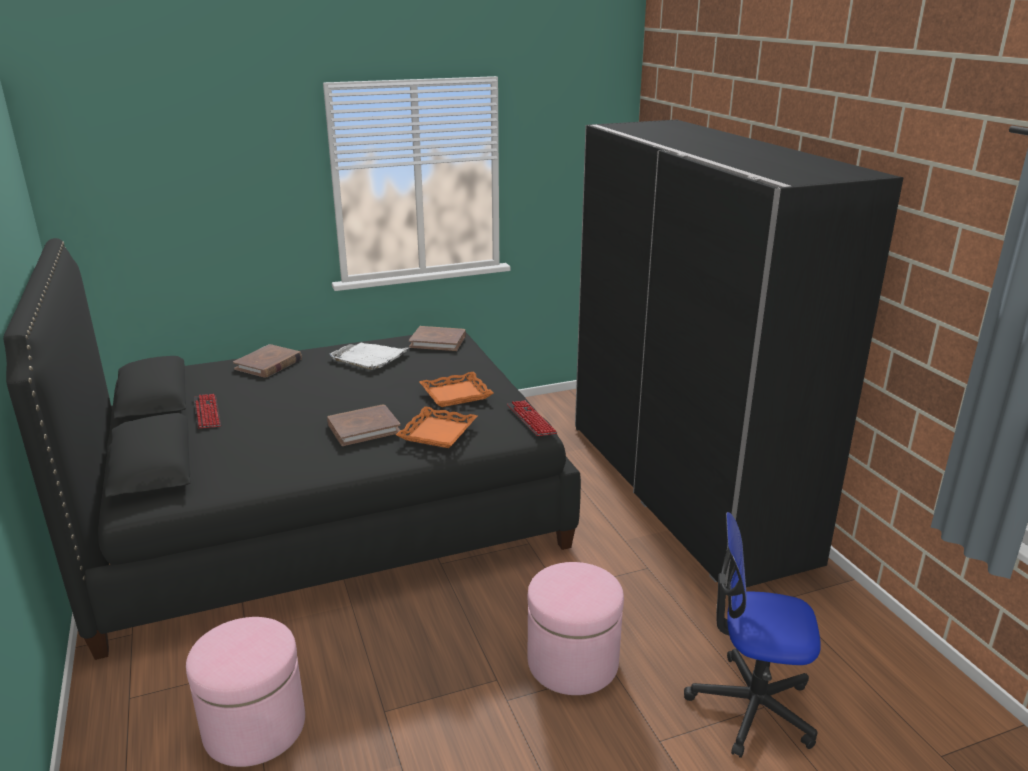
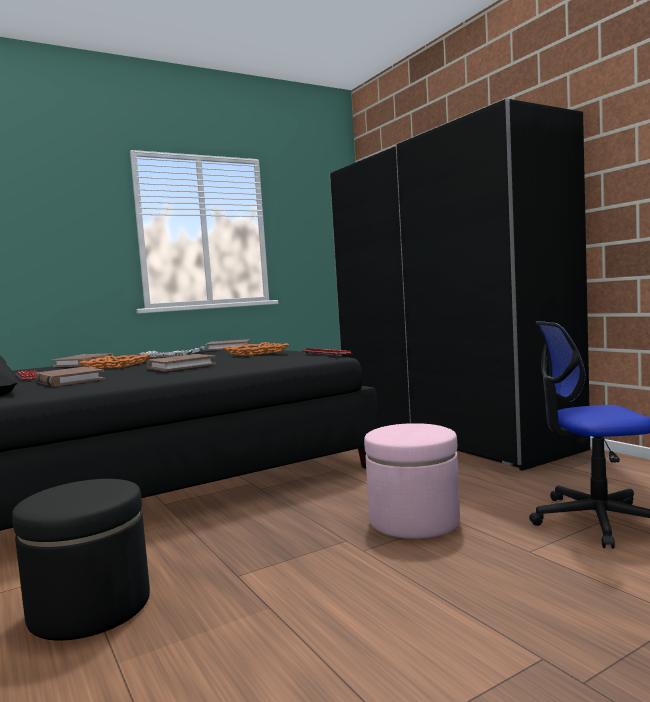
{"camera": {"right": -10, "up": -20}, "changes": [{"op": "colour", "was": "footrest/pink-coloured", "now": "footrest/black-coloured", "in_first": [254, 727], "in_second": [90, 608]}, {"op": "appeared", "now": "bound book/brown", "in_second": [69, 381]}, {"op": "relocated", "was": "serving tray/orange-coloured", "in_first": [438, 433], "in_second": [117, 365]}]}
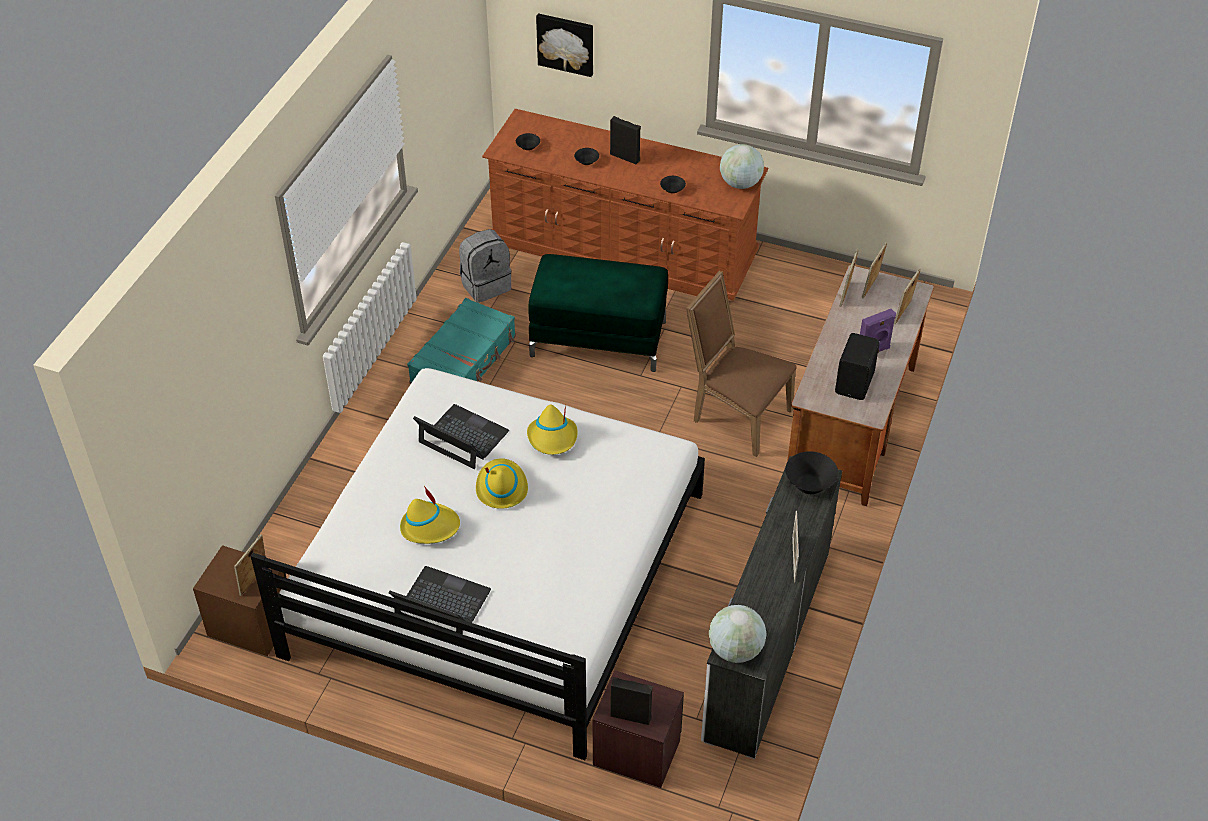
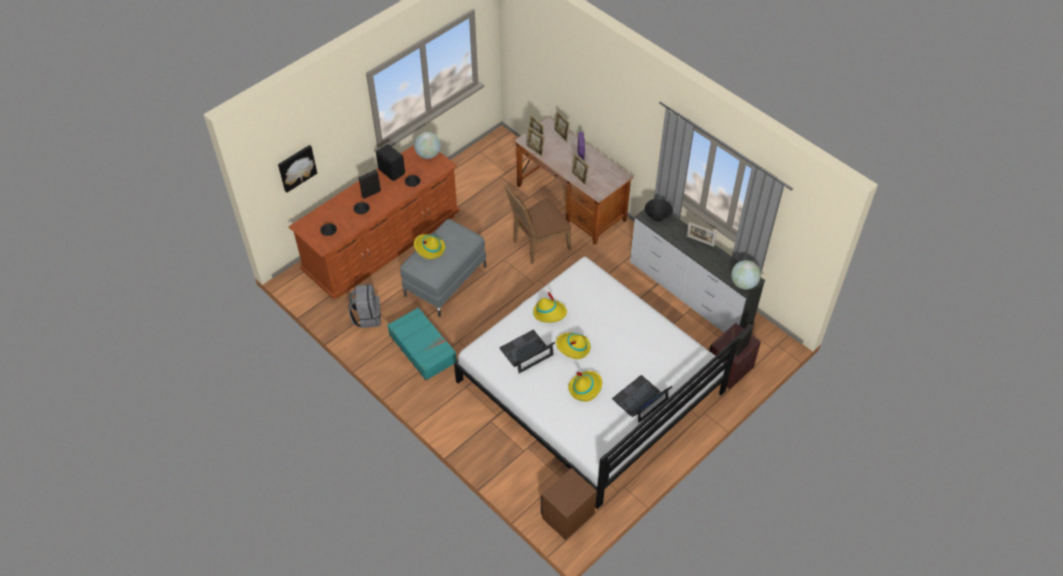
{"camera": {"right": -65, "up": 5}, "changes": [{"op": "relocated", "was": "audio speaker/black-coloured", "in_first": [855, 383], "in_second": [392, 171]}, {"op": "colour", "was": "footrest/green-coloured", "now": "footrest/grey", "in_first": [599, 338], "in_second": [445, 280]}, {"op": "appeared", "now": "clothing hat/yellow-coloured", "in_second": [429, 248]}, {"op": "relocated", "was": "photo frame", "in_first": [254, 581], "in_second": [579, 178]}]}
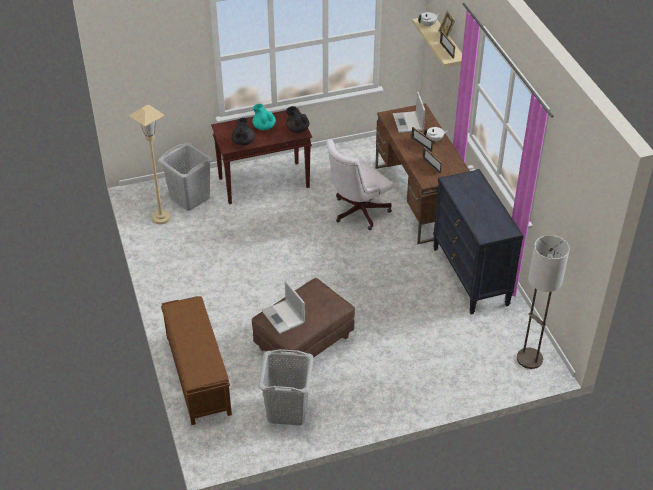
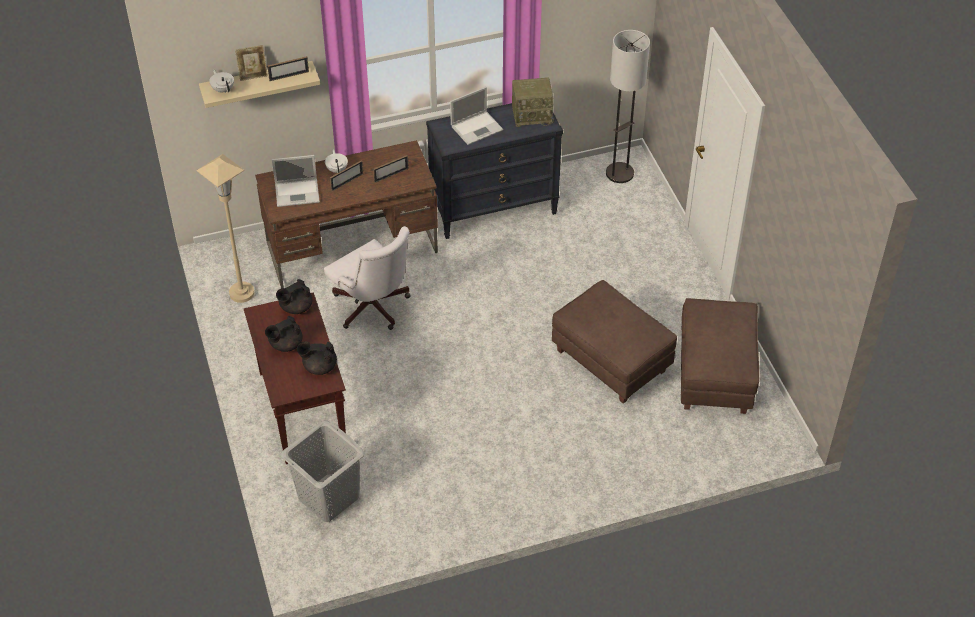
{"camera": {"right": -90, "up": 5}, "changes": [{"op": "relocated", "was": "floor lamp/sand-coloured", "in_first": [161, 218], "in_second": [242, 293]}, {"op": "colour", "was": "tea pot/blue-green", "now": "tea pot/black-coloured", "in_first": [264, 126], "in_second": [285, 344]}, {"op": "relocated", "was": "notebook computer", "in_first": [283, 317], "in_second": [477, 127]}, {"op": "appeared", "now": "radio", "in_second": [532, 115]}, {"op": "exchanged", "was": "laundry basket/grey", "now": "footrest/brown", "in_first": [287, 410], "in_second": [714, 375]}, {"op": "missing", "was": "bench/brown", "in_first": [197, 374]}]}
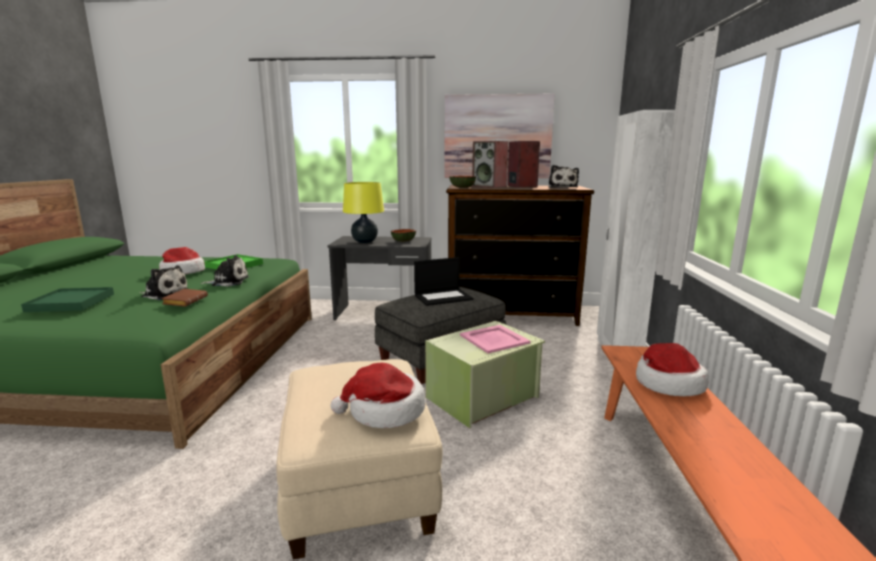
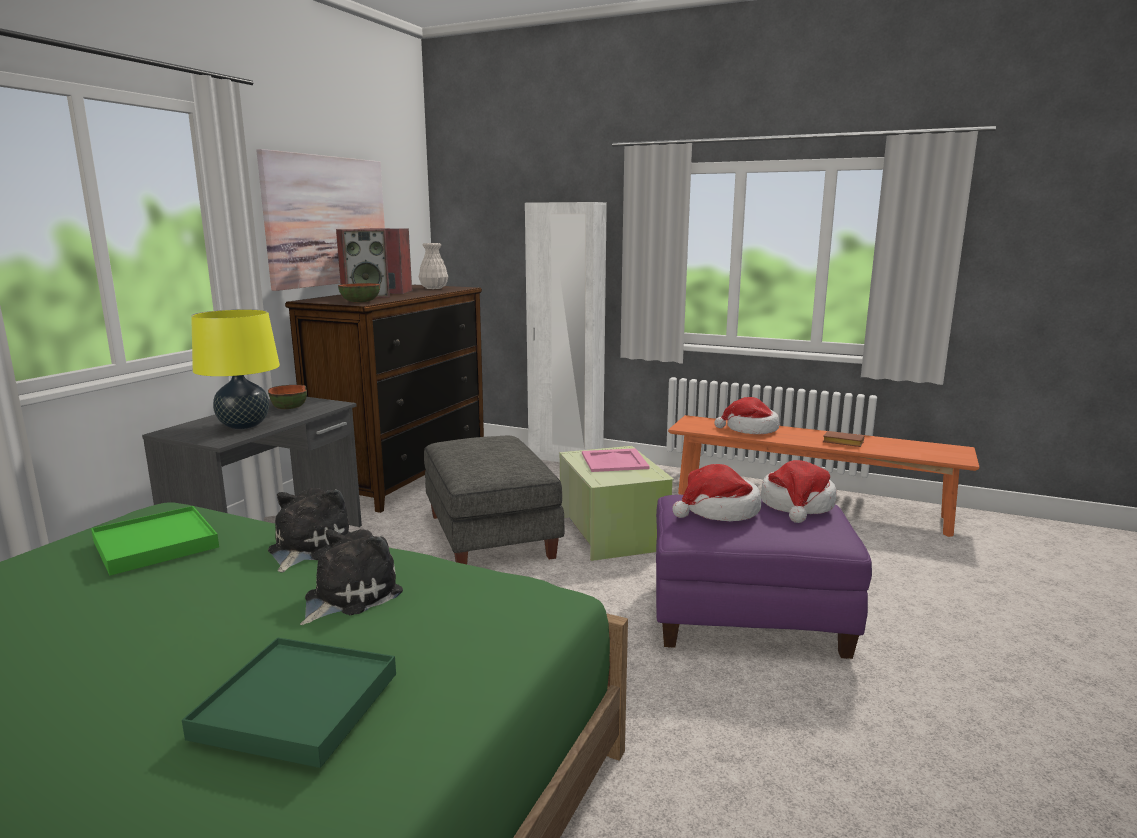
{"camera": {"right": -70, "up": 0}, "changes": [{"op": "exchanged", "was": "soft toy", "now": "decorative vase/white", "in_first": [562, 187], "in_second": [433, 288]}, {"op": "colour", "was": "footrest/sand-coloured", "now": "footrest/purplish", "in_first": [358, 484], "in_second": [746, 618]}, {"op": "relocated", "was": "clothing hat", "in_first": [182, 272], "in_second": [719, 511]}, {"op": "relocated", "was": "bound book/brown", "in_first": [185, 301], "in_second": [841, 443]}, {"op": "missing", "was": "notebook computer", "in_first": [443, 297]}]}
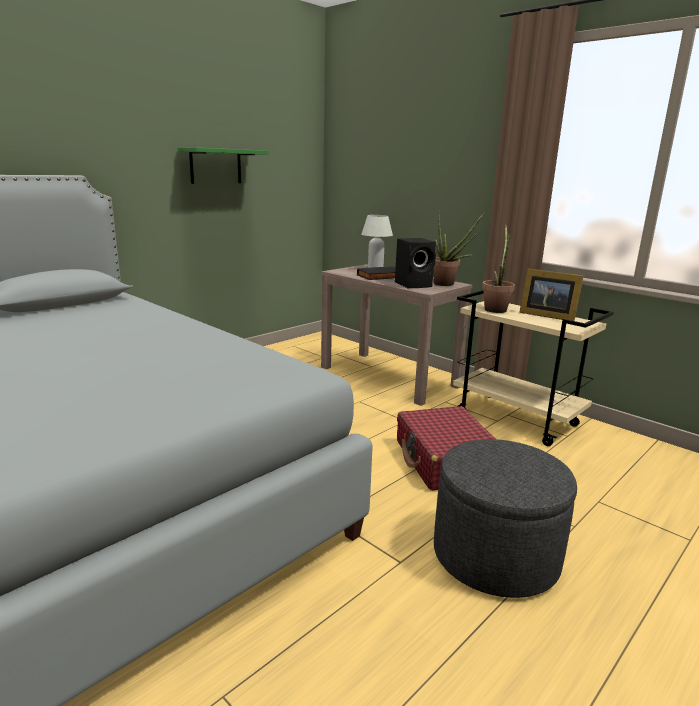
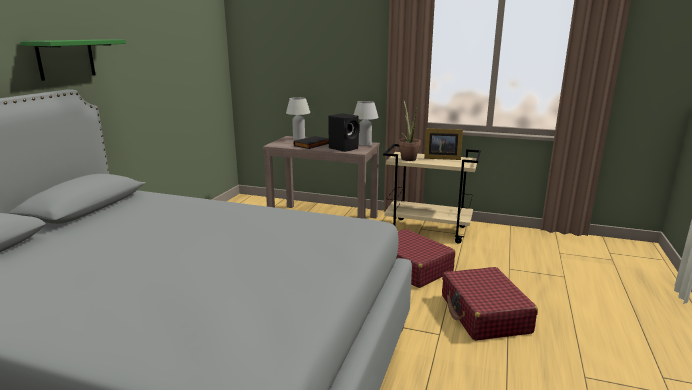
{"camera": {"right": -25, "up": 0}, "changes": [{"op": "relocated", "was": "wall shelf/green-coloured", "in_first": [215, 166], "in_second": [66, 59]}, {"op": "exchanged", "was": "potted plant", "now": "table lamp/white", "in_first": [448, 284], "in_second": [365, 145]}, {"op": "exchanged", "was": "footrest/grey", "now": "travel case/red-coloured", "in_first": [495, 555], "in_second": [484, 314]}]}
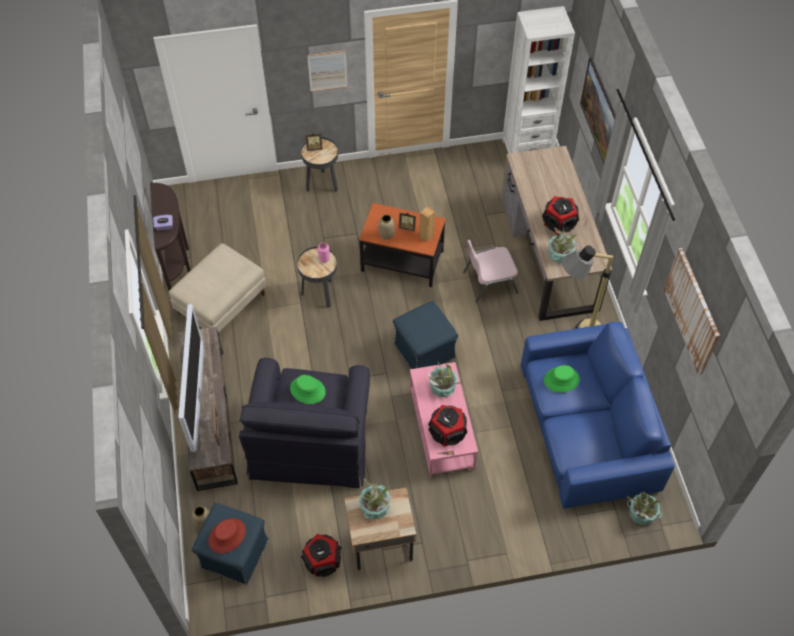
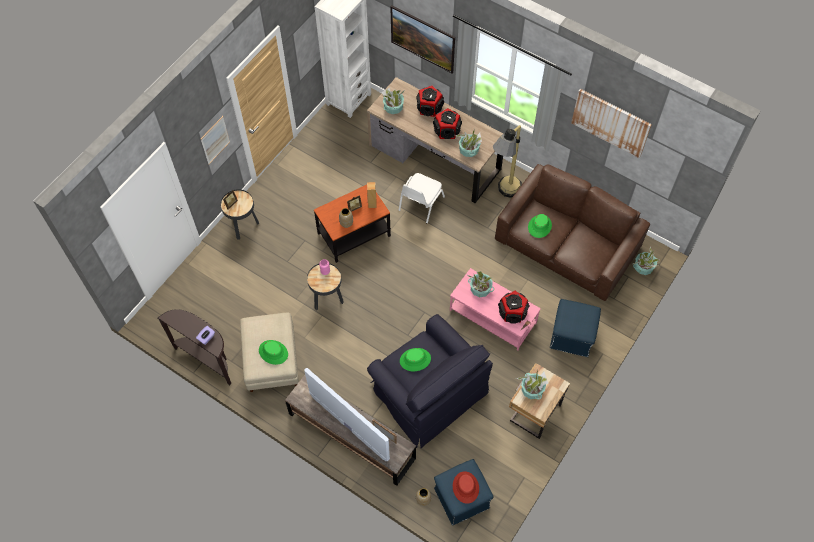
{"camera": {"right": -45, "up": 5}, "changes": [{"op": "appeared", "now": "clothing hat/green-coloured", "in_second": [273, 352]}, {"op": "appeared", "now": "potted plant", "in_second": [393, 107]}, {"op": "colour", "was": "plain chair/pink-coloured", "now": "plain chair/white", "in_first": [489, 282], "in_second": [420, 204]}, {"op": "relocated", "was": "audio speaker", "in_first": [323, 561], "in_second": [429, 108]}, {"op": "colour", "was": "couch/bluish", "now": "couch/brown", "in_first": [587, 427], "in_second": [567, 244]}, {"op": "relocated", "was": "footrest/bluish", "in_first": [424, 350], "in_second": [571, 336]}]}
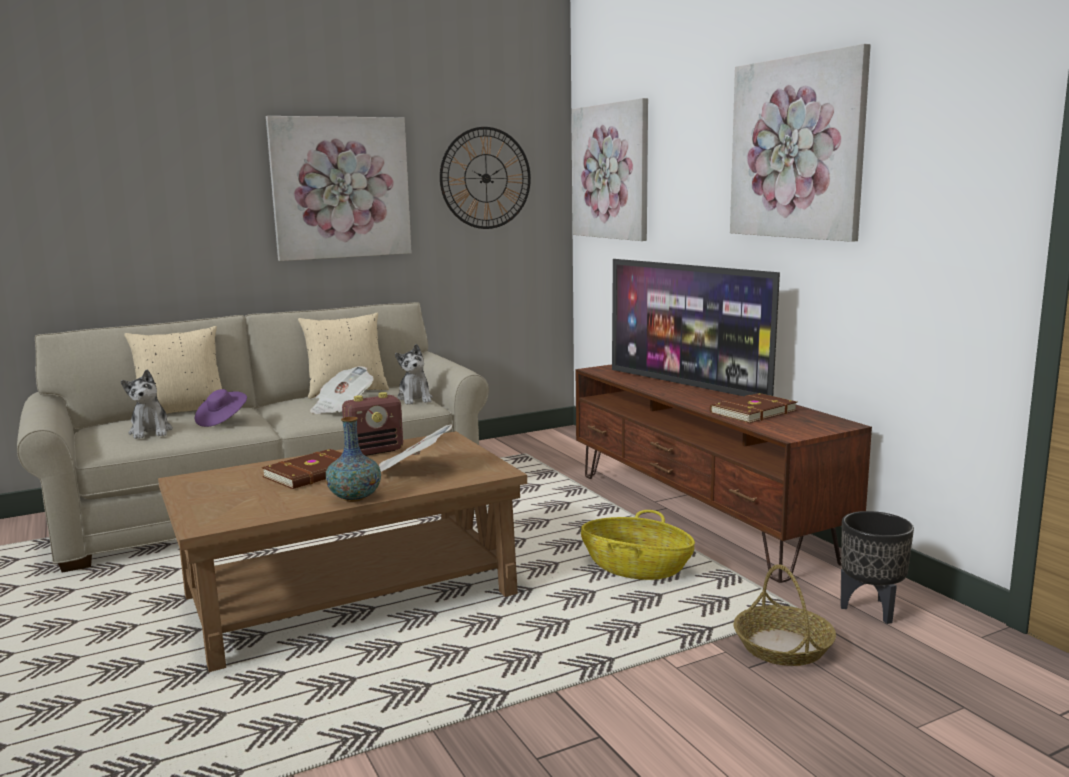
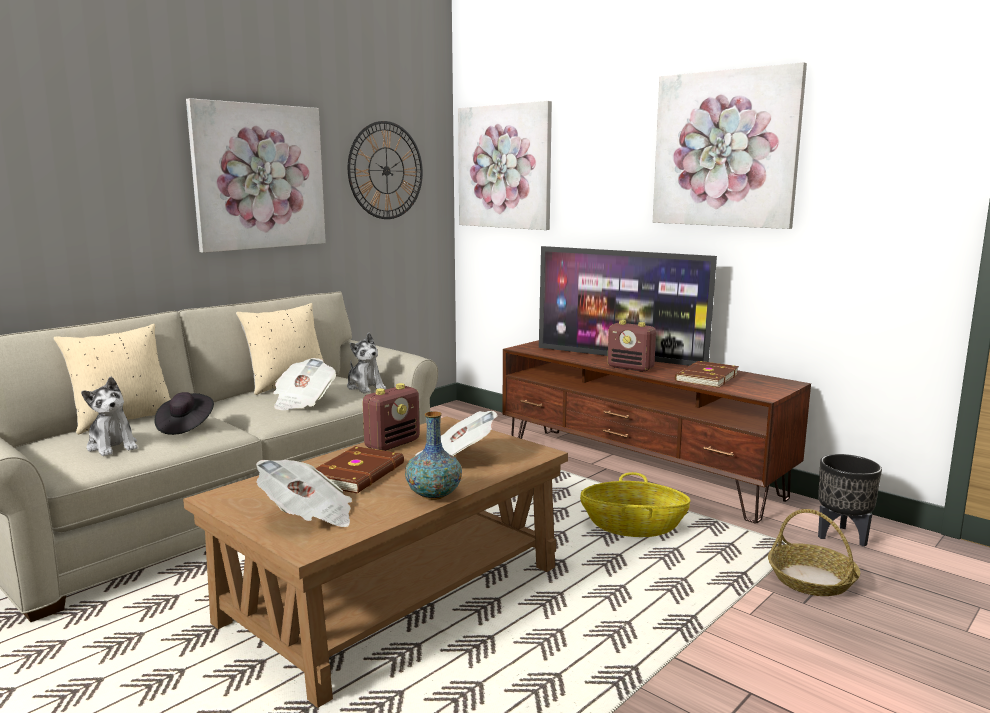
{"camera": {"right": -20, "up": 0}, "changes": [{"op": "colour", "was": "clothing hat/purplish", "now": "clothing hat/black-coloured", "in_first": [222, 420], "in_second": [185, 426]}, {"op": "appeared", "now": "newspaper", "in_second": [308, 516]}, {"op": "appeared", "now": "radio", "in_second": [631, 368]}]}
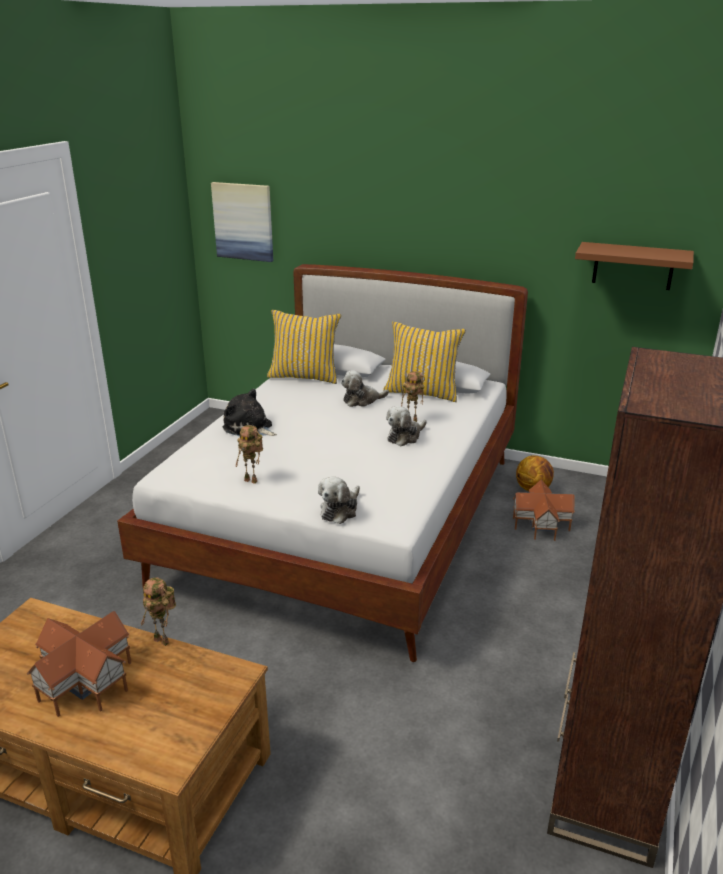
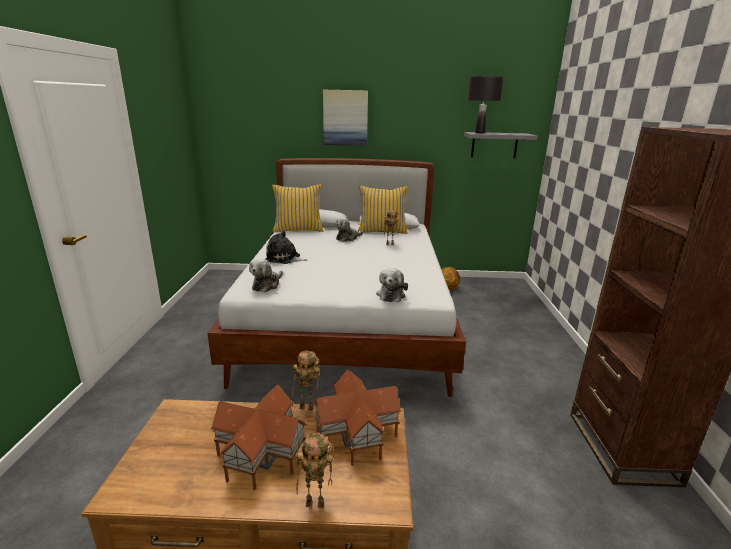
{"camera": {"right": -20, "up": -5}, "changes": [{"op": "relocated", "was": "soft toy", "in_first": [405, 437], "in_second": [267, 285]}, {"op": "relocated", "was": "toy robot", "in_first": [252, 480], "in_second": [316, 502]}, {"op": "relocated", "was": "model house", "in_first": [541, 525], "in_second": [358, 434]}, {"op": "relocated", "was": "wall picture", "in_first": [243, 221], "in_second": [345, 118]}, {"op": "colour", "was": "wall shelf/brown", "now": "wall shelf/grey", "in_first": [633, 266], "in_second": [494, 145]}, {"op": "appeared", "now": "table lamp/black-coloured", "in_second": [479, 133]}]}
